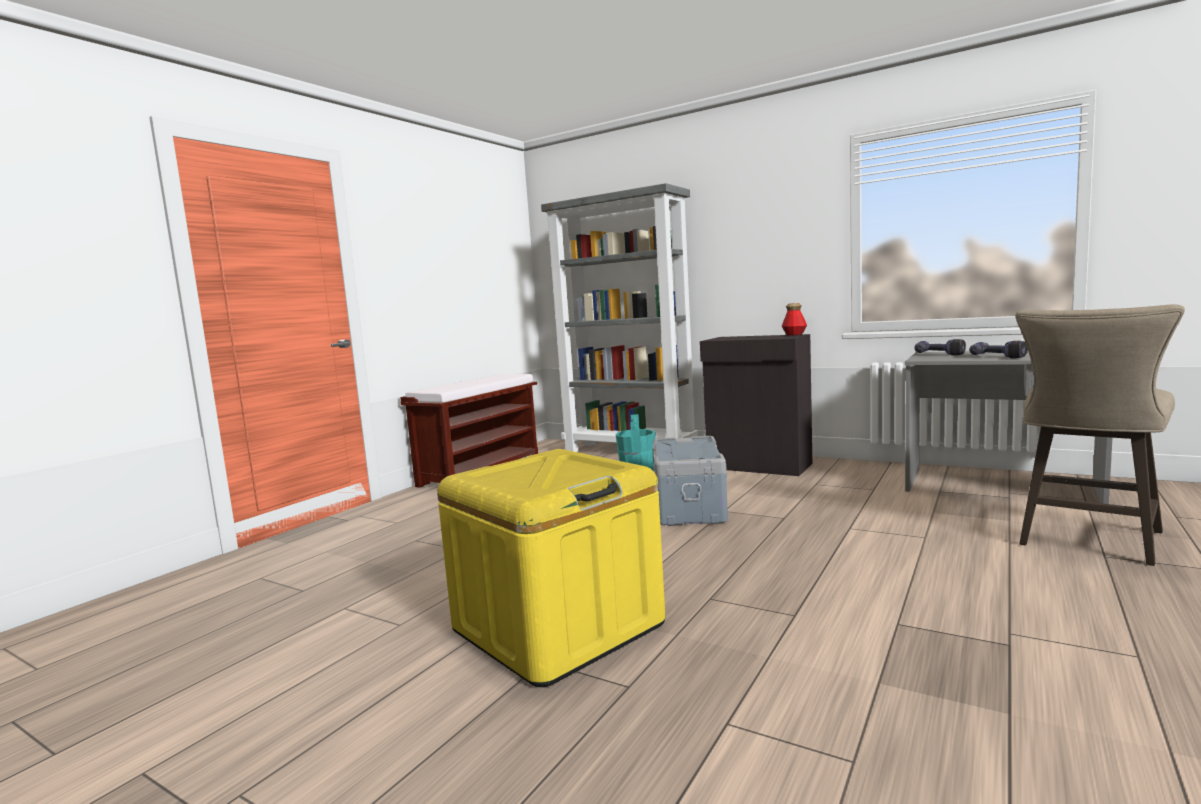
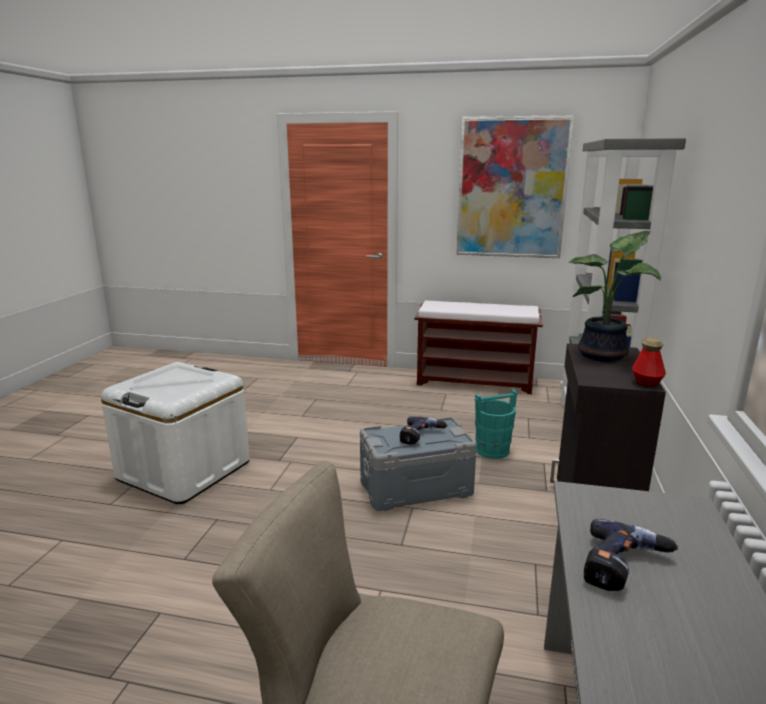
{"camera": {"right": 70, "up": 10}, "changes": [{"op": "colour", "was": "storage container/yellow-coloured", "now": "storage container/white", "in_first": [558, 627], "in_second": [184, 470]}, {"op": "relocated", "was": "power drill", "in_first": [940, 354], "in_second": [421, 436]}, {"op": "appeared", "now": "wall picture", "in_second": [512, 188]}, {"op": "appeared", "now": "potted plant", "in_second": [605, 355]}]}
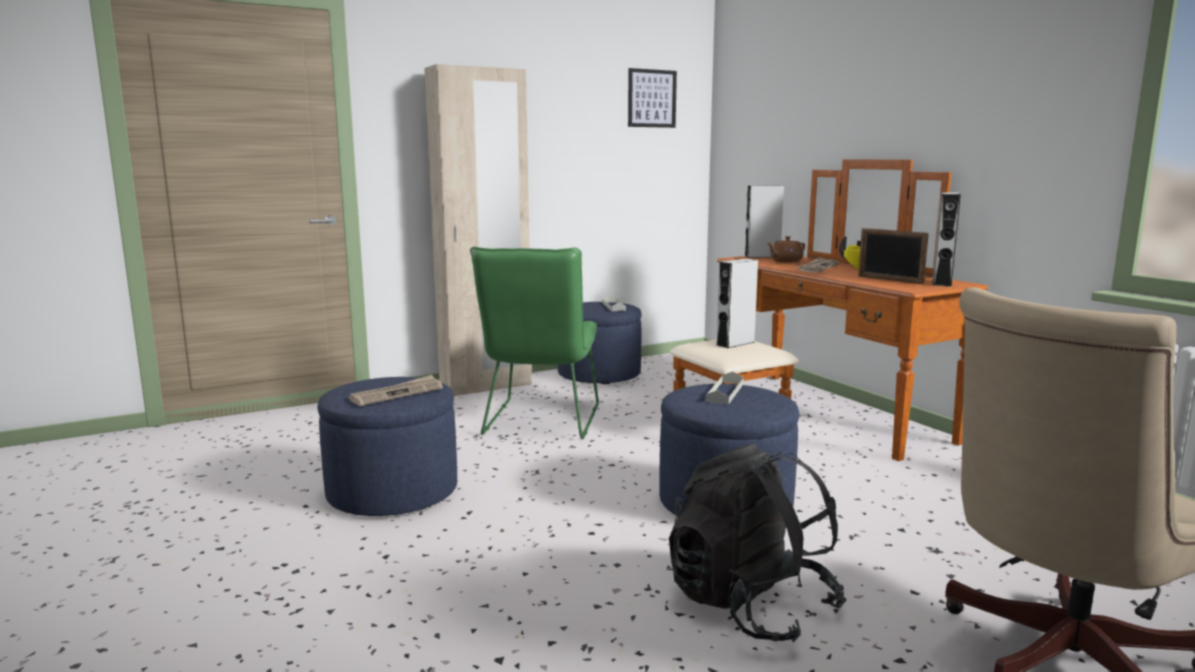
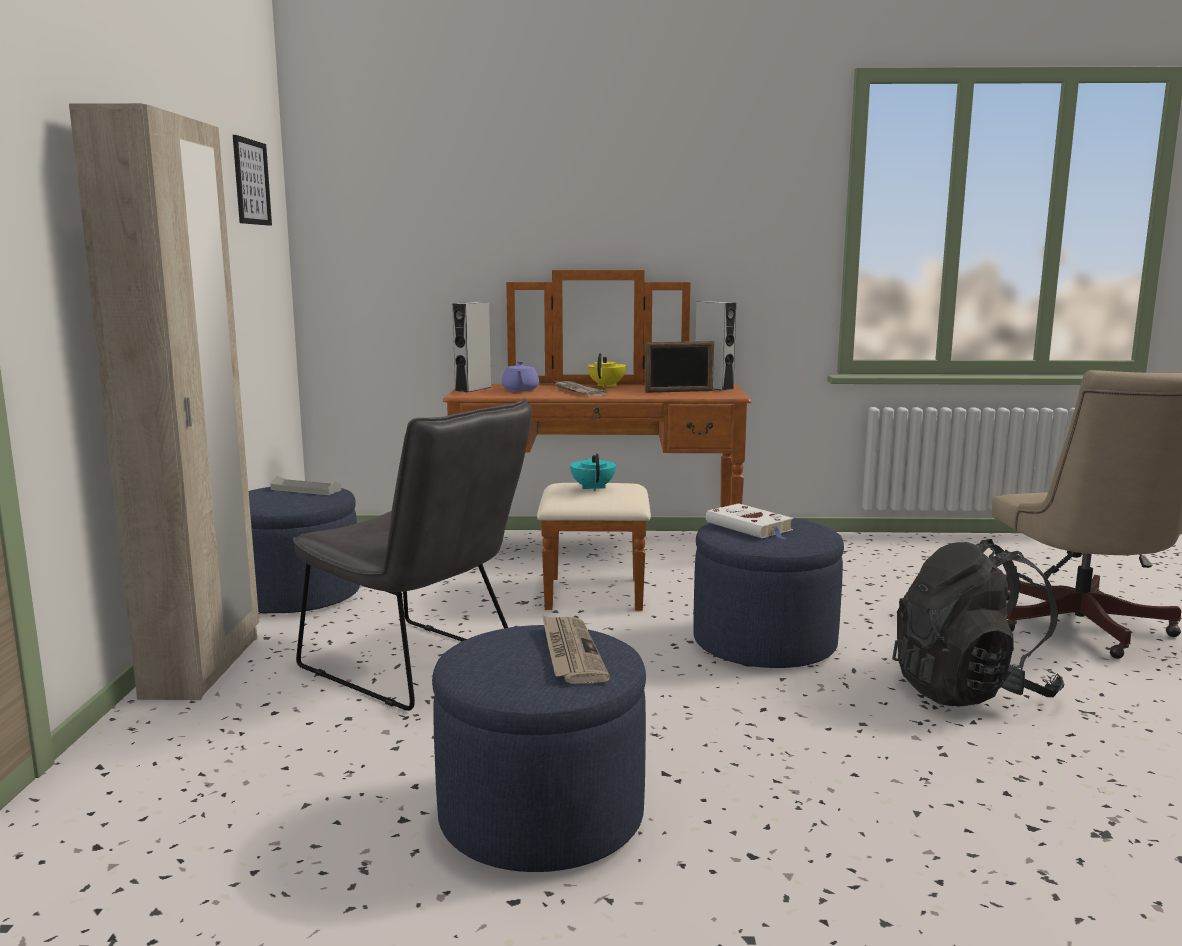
{"camera": {"right": -60, "up": 0}, "changes": [{"op": "colour", "was": "plain chair/green-coloured", "now": "plain chair/grey", "in_first": [540, 422], "in_second": [419, 667]}, {"op": "colour", "was": "tea pot/brown", "now": "tea pot/purplish", "in_first": [785, 261], "in_second": [520, 390]}, {"op": "exchanged", "was": "audio speaker/grey", "now": "tea pot/blue-green", "in_first": [735, 343], "in_second": [593, 488]}, {"op": "exchanged", "was": "serving tray/grey", "now": "bound book/white", "in_first": [725, 392], "in_second": [751, 527]}]}
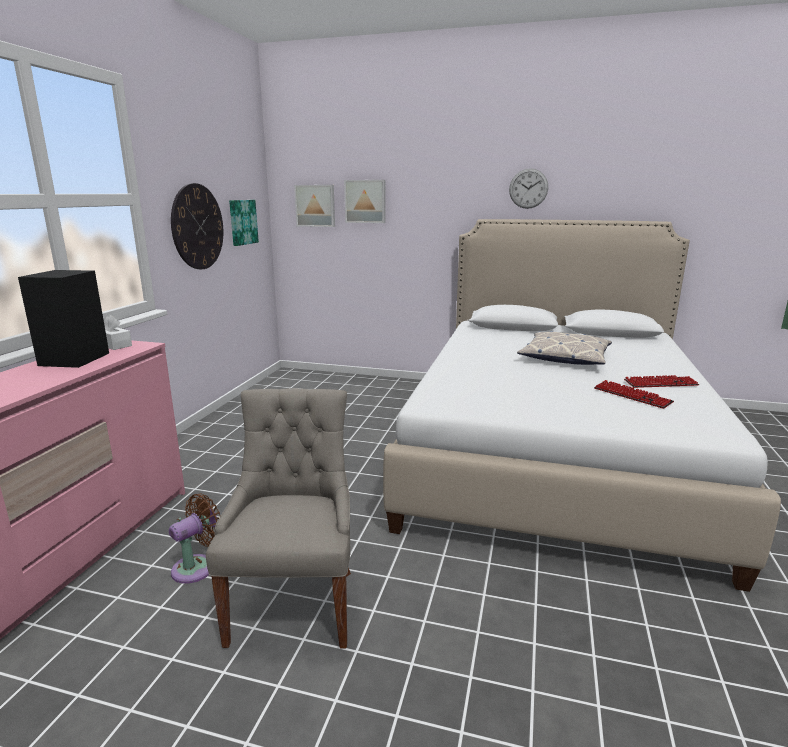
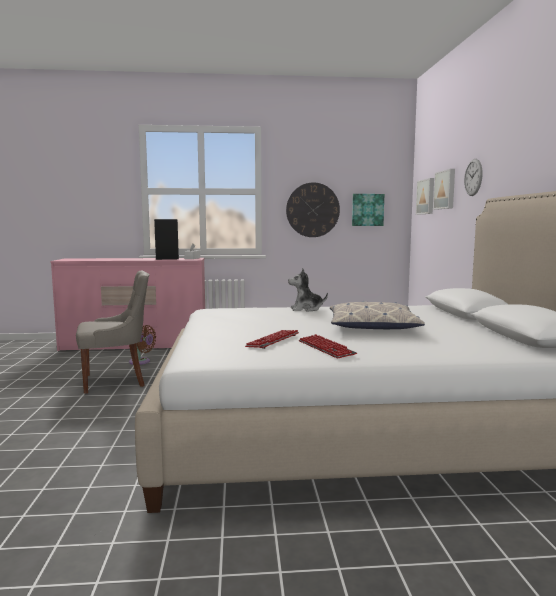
{"camera": {"right": 70, "up": -10}, "changes": [{"op": "appeared", "now": "soft toy", "in_second": [306, 309]}, {"op": "relocated", "was": "hanging clock", "in_first": [528, 188], "in_second": [473, 177]}]}
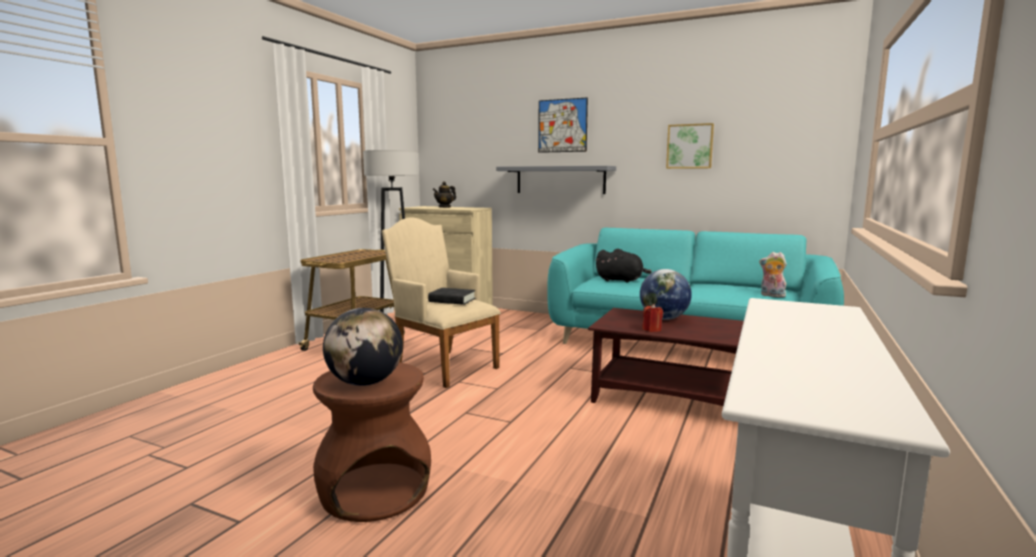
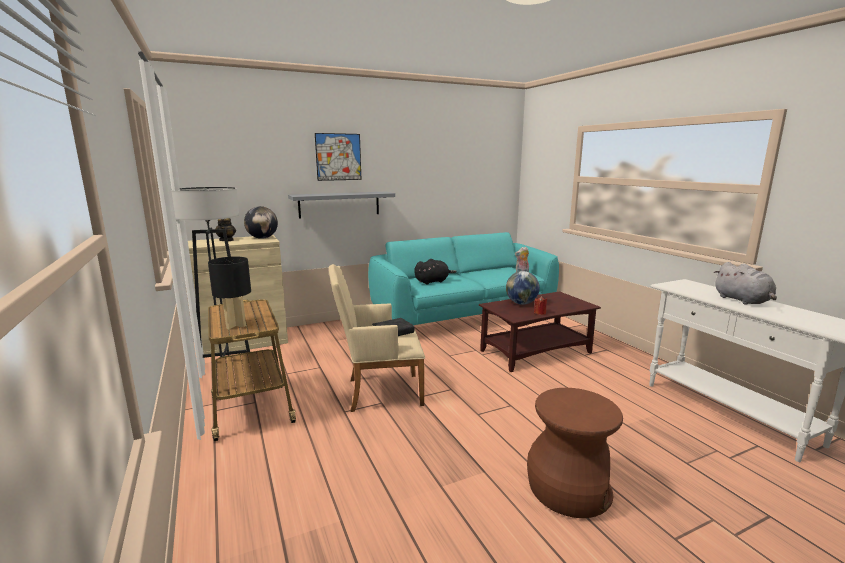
{"camera": {"right": -50, "up": 5}, "changes": [{"op": "appeared", "now": "table lamp/black-coloured", "in_second": [235, 325]}, {"op": "relocated", "was": "desk globe", "in_first": [365, 383], "in_second": [262, 238]}, {"op": "appeared", "now": "soft toy/grey", "in_second": [743, 301]}, {"op": "missing", "was": "wall picture", "in_first": [690, 146]}]}
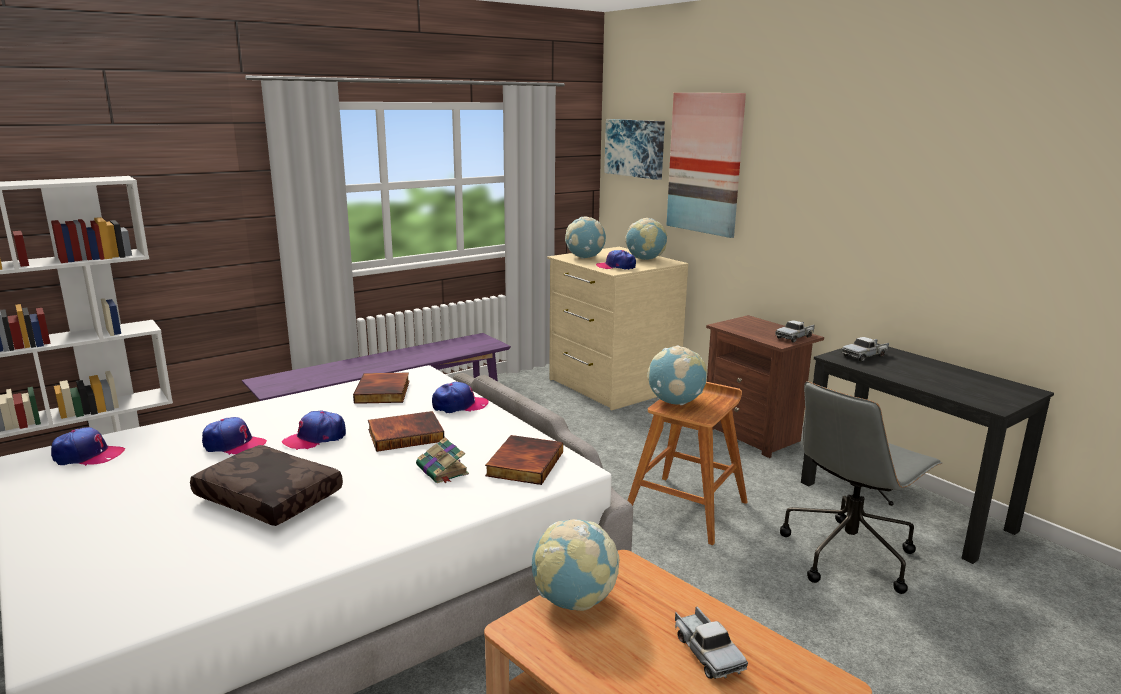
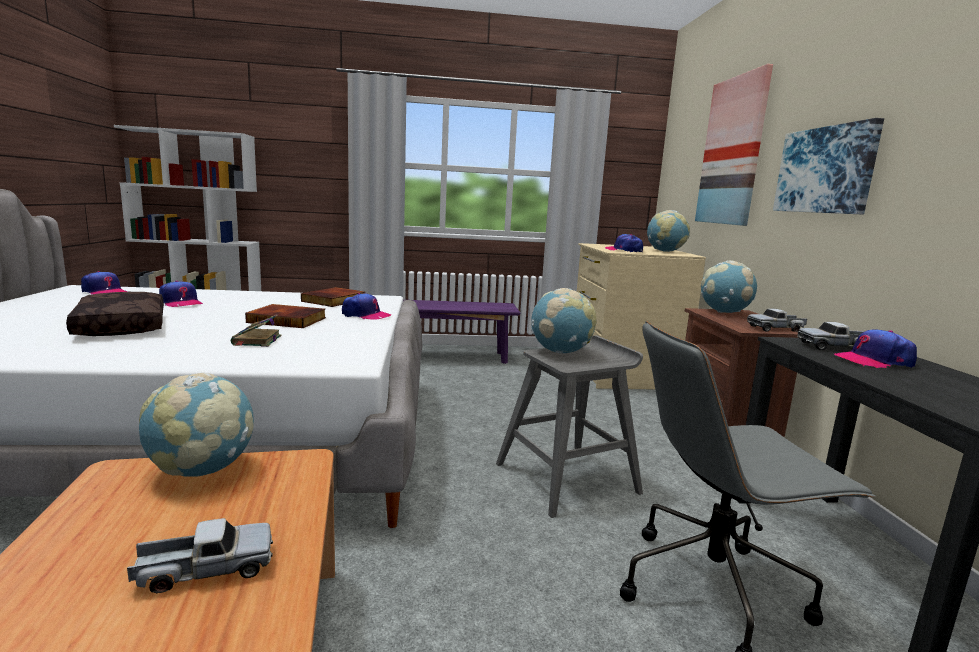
{"camera": {"right": 30, "up": -5}, "changes": [{"op": "spun", "was": "toy truck", "in_first": [706, 652], "in_second": [206, 569], "clockwise": -120}, {"op": "colour", "was": "stool seat/brown", "now": "stool seat/grey", "in_first": [687, 508], "in_second": [568, 478]}, {"op": "relocated", "was": "desk globe", "in_first": [585, 257], "in_second": [724, 312]}, {"op": "relocated", "was": "wall picture", "in_first": [635, 148], "in_second": [825, 170]}, {"op": "relocated", "was": "cap", "in_first": [315, 438], "in_second": [874, 361]}, {"op": "missing", "was": "bound book", "in_first": [523, 463]}]}
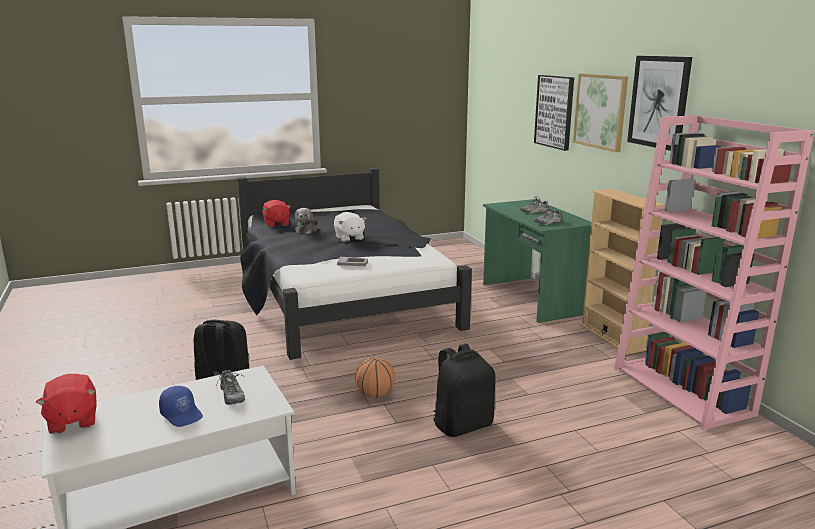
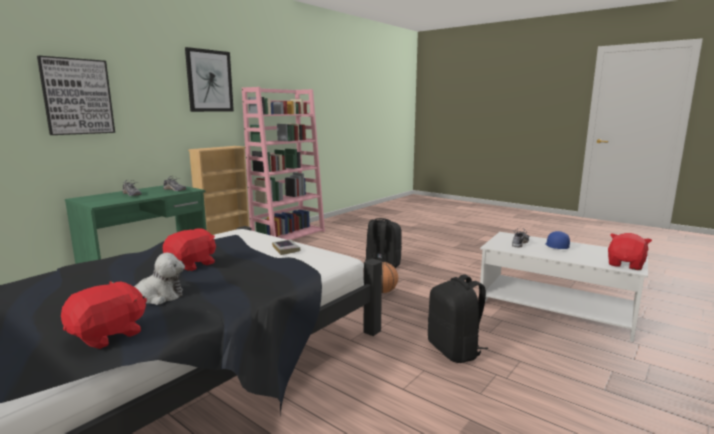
{"camera": {"right": -120, "up": -5}, "changes": [{"op": "colour", "was": "soft toy/white", "now": "soft toy/red-coloured", "in_first": [349, 238], "in_second": [192, 265]}, {"op": "missing", "was": "wall picture", "in_first": [601, 111]}]}
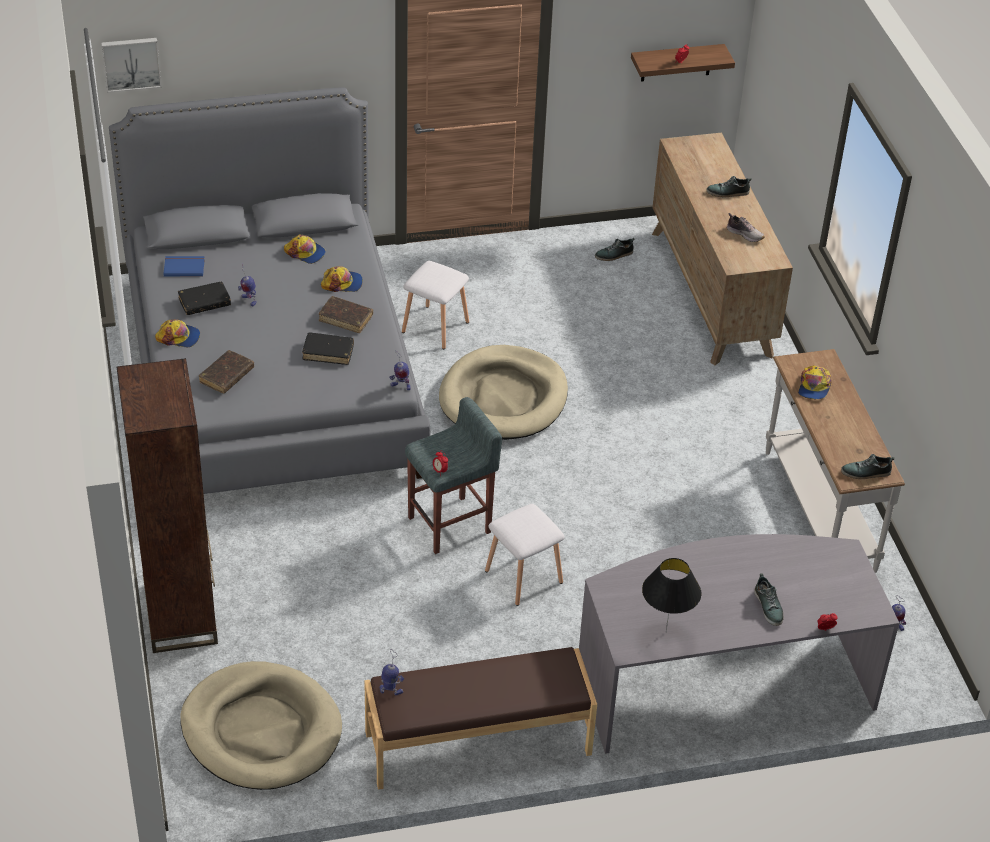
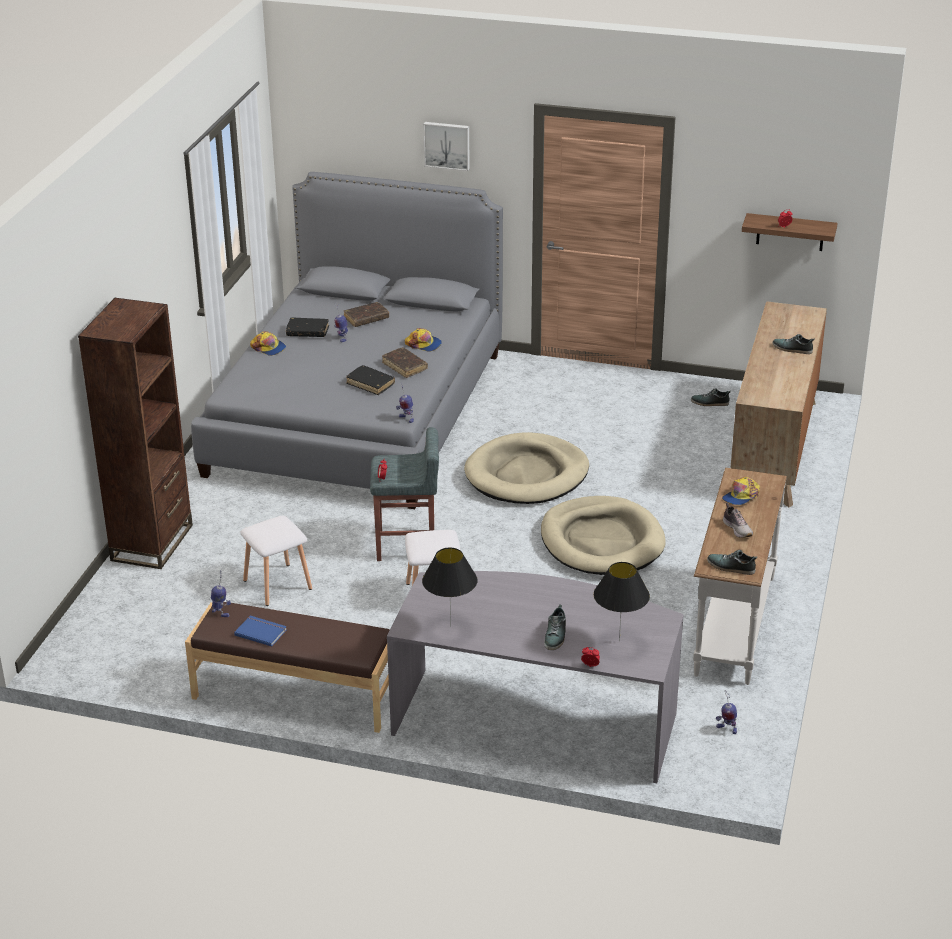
{"camera": {"right": 30, "up": -10}, "changes": [{"op": "relocated", "was": "bound book/bluish", "in_first": [184, 267], "in_second": [261, 632]}, {"op": "relocated", "was": "stool seat/white", "in_first": [434, 327], "in_second": [276, 584]}, {"op": "relocated", "was": "bound book/brown", "in_first": [226, 376], "in_second": [366, 319]}, {"op": "relocated", "was": "wall picture", "in_first": [131, 63], "in_second": [447, 145]}, {"op": "relocated", "was": "dog bed/sand-coloured", "in_first": [261, 730], "in_second": [601, 541]}, {"op": "appeared", "now": "table lamp/black-coloured", "in_second": [619, 641]}, {"op": "relocated", "was": "low shoe", "in_first": [745, 234], "in_second": [737, 529]}, {"op": "missing", "was": "cap", "in_first": [305, 253]}]}
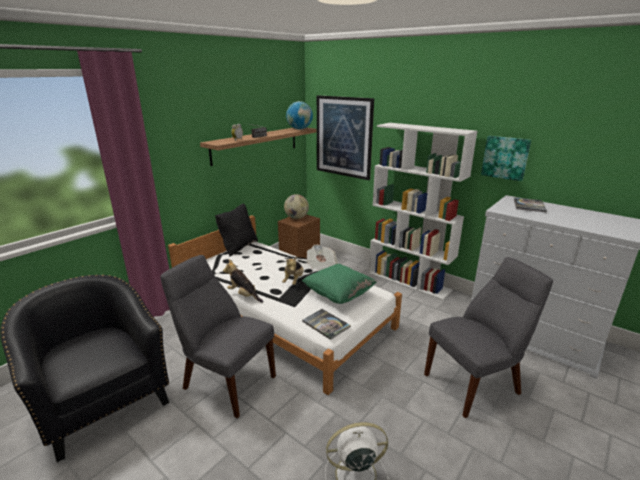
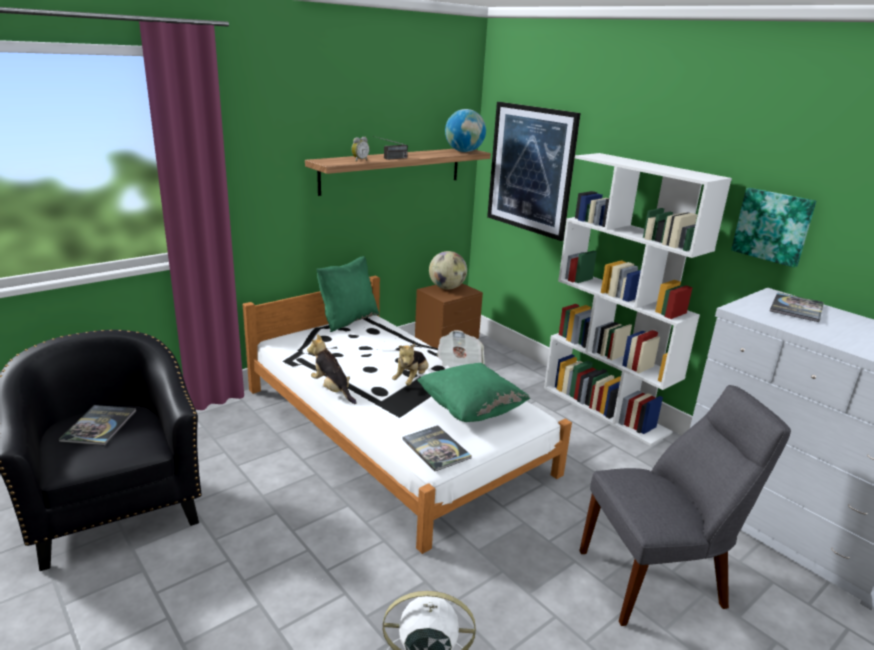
{"camera": {"right": 10, "up": 0}, "changes": [{"op": "appeared", "now": "bound book", "in_second": [99, 426]}, {"op": "colour", "was": "cushion/black-coloured", "now": "cushion/green-coloured", "in_first": [238, 247], "in_second": [347, 320]}, {"op": "missing", "was": "plain chair/grey", "in_first": [226, 381]}]}
